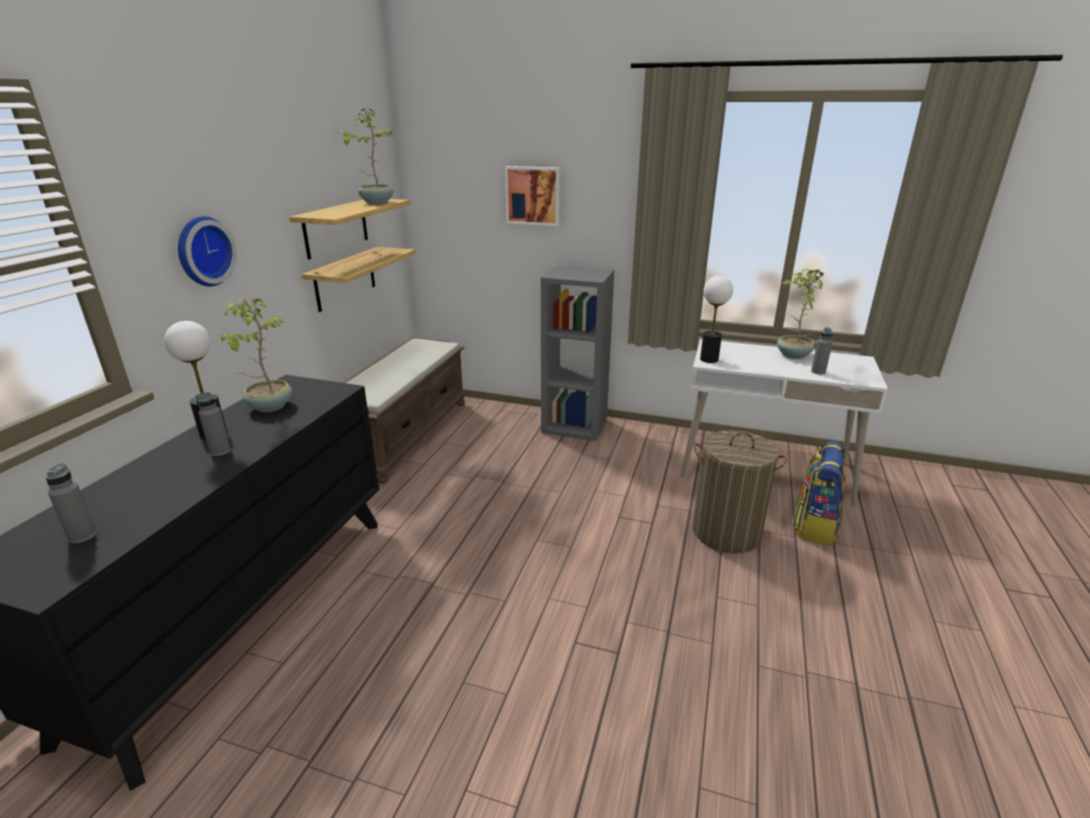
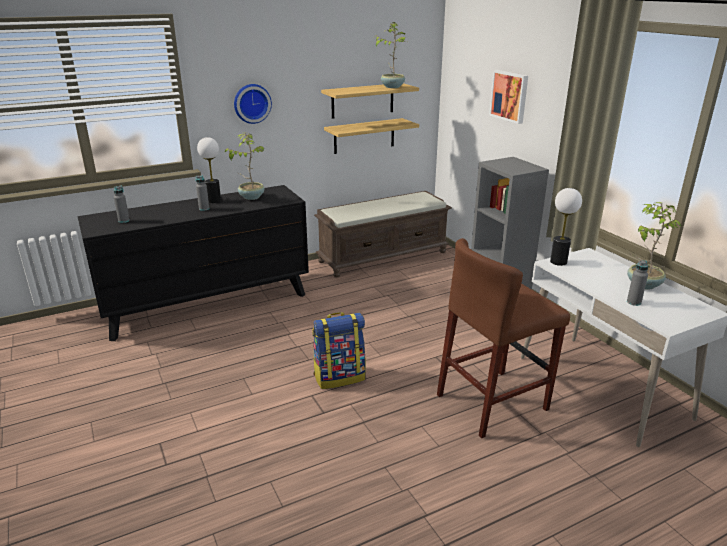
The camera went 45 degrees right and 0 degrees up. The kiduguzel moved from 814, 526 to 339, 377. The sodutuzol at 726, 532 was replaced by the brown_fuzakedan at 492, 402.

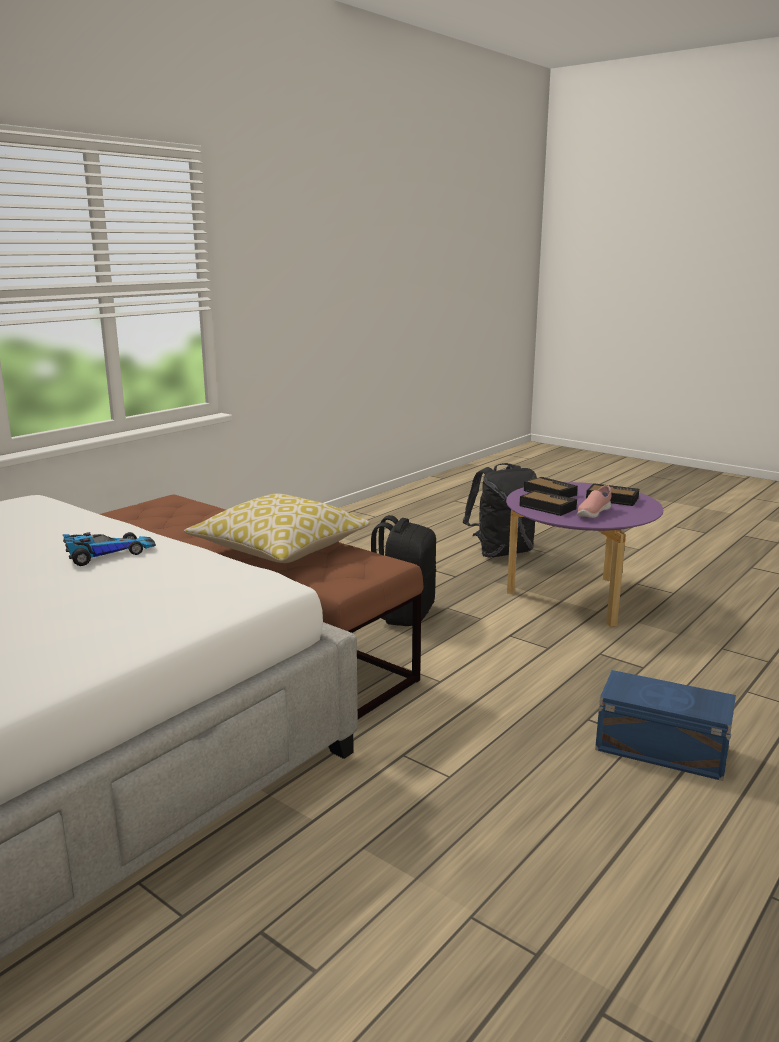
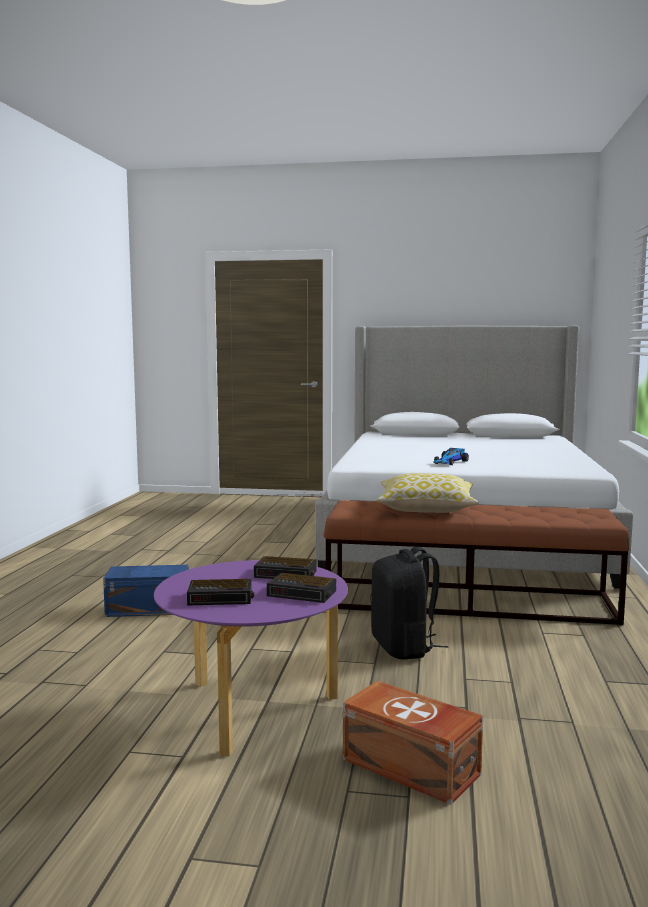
The camera went 150 degrees right and 10 degrees down. The black_kiduguzel at 501, 552 was replaced by the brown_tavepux at 411, 768. The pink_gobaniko at 593, 513 disappeared.

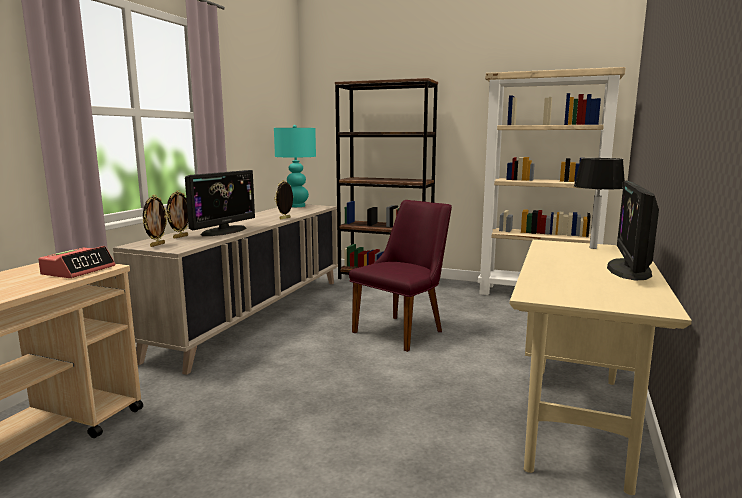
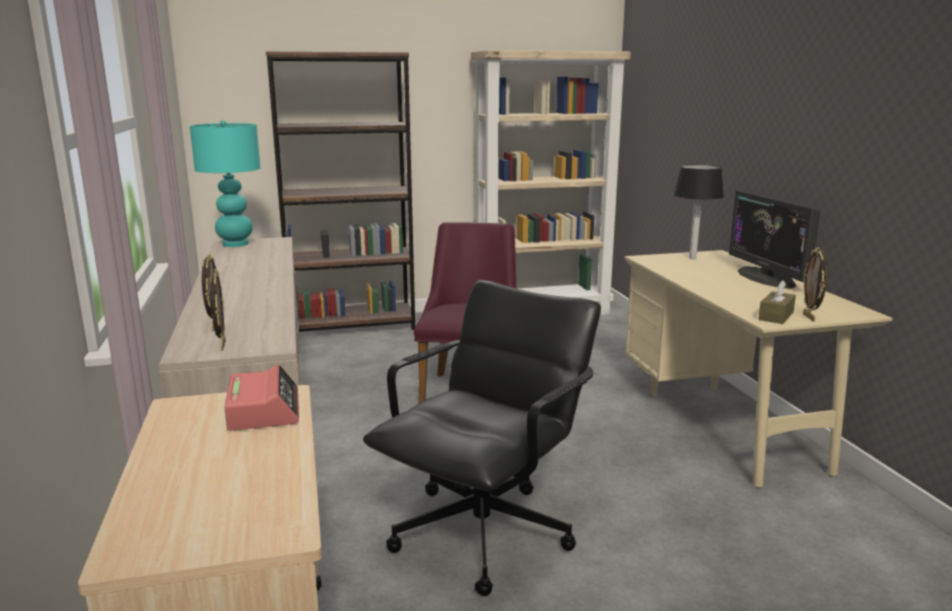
The camera went 35 degrees left and 5 degrees up. The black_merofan at 484, 533 appeared. The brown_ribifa at 776, 316 appeared. The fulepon moved from 285, 218 to 810, 317. The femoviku at 224, 231 disappeared.

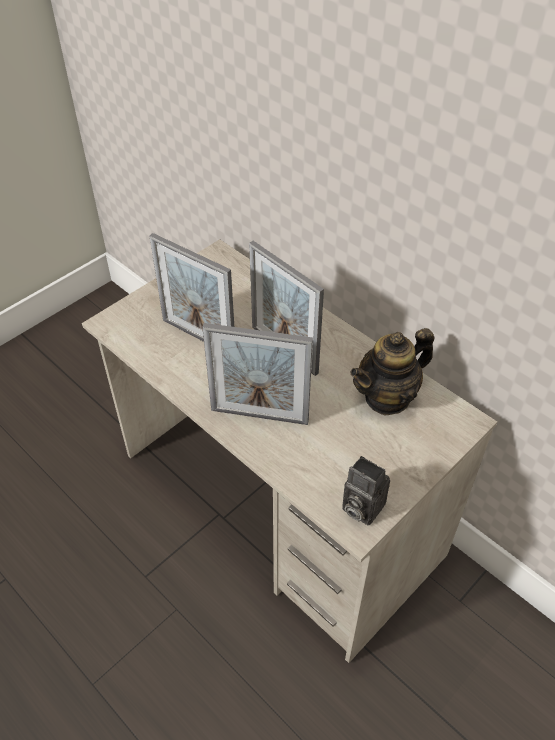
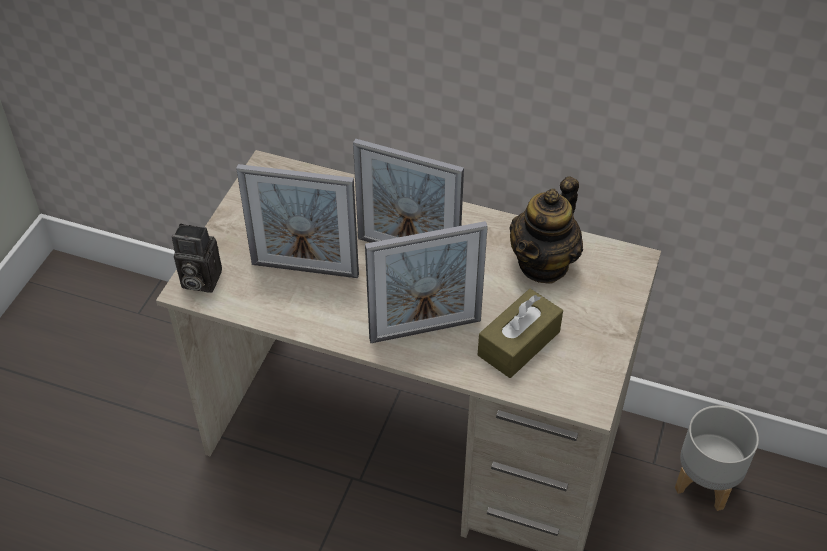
The camera went 25 degrees left and 0 degrees up. The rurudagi moved from 360, 507 to 198, 280. The brown_ribifa at 519, 343 appeared. The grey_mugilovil at 706, 483 appeared.

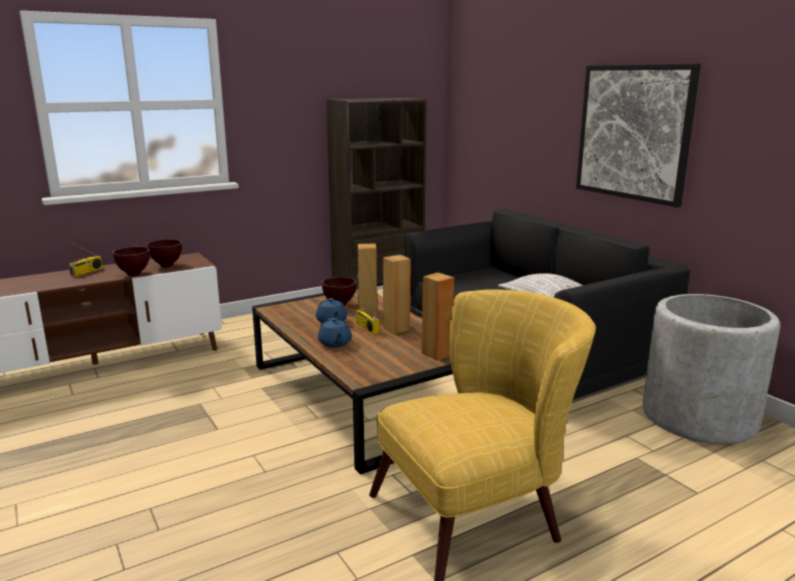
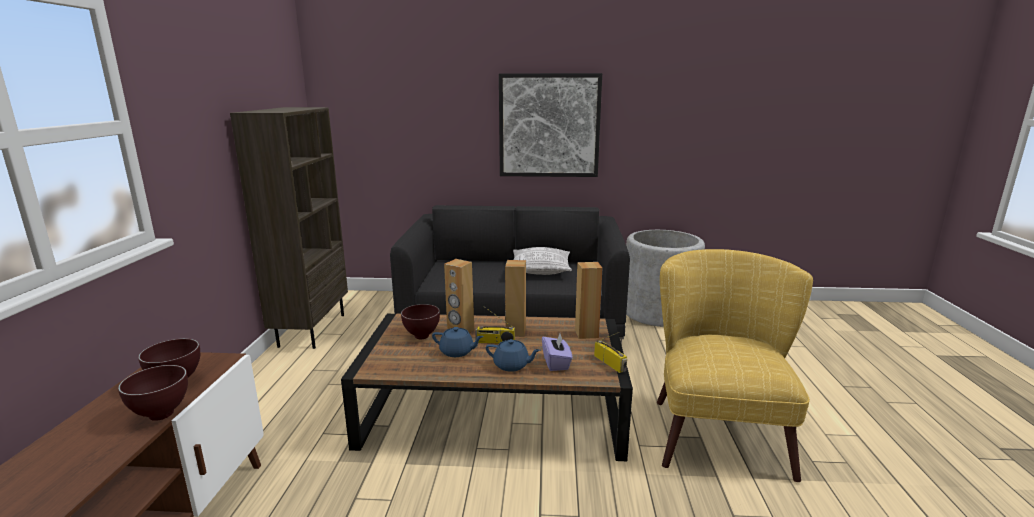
The camera went 55 degrees left and 0 degrees up. The purple_ribifa at 556, 363 appeared. The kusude moved from 87, 272 to 610, 363.

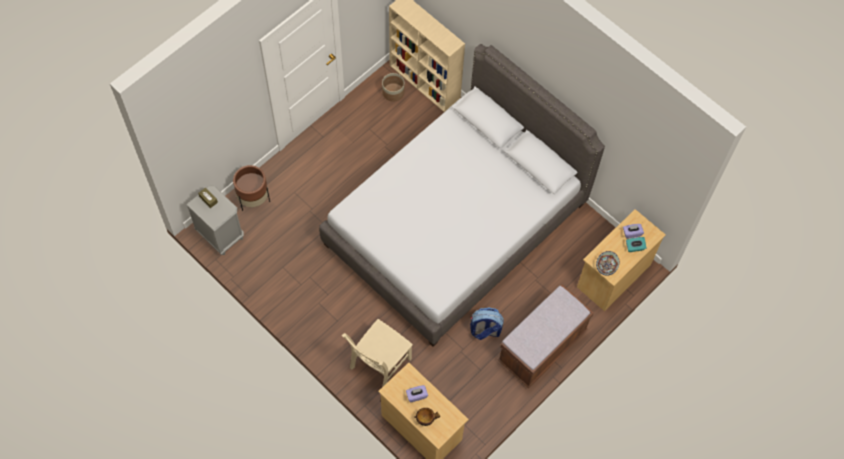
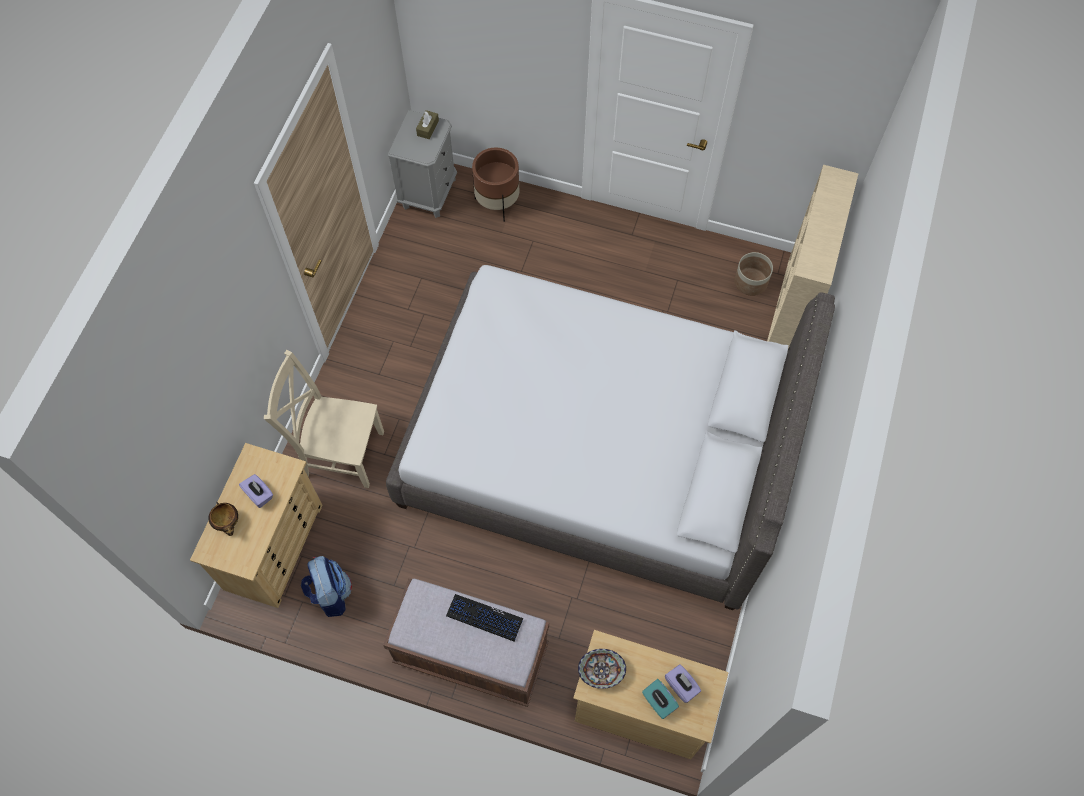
The camera went 65 degrees right and 0 degrees up. The kiduguzel moved from 485, 330 to 330, 593. The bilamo at 484, 618 appeared.

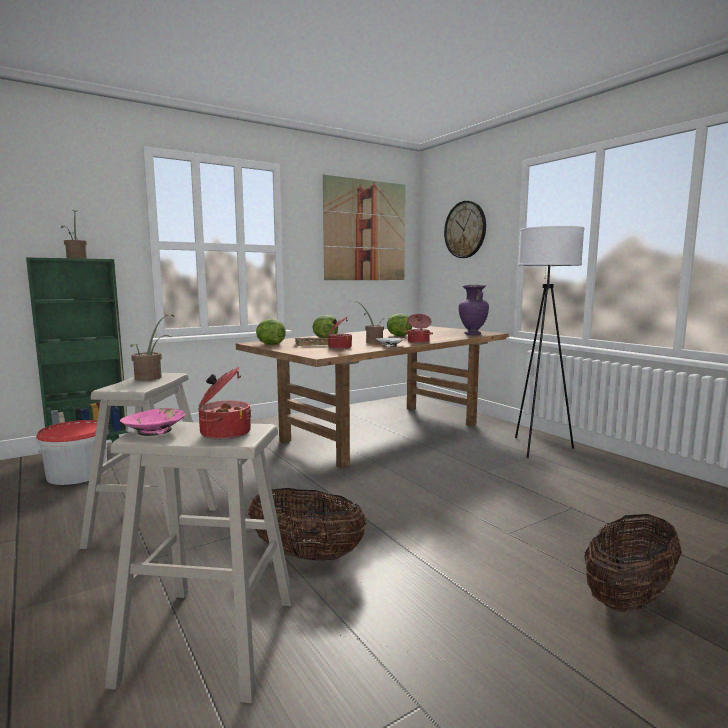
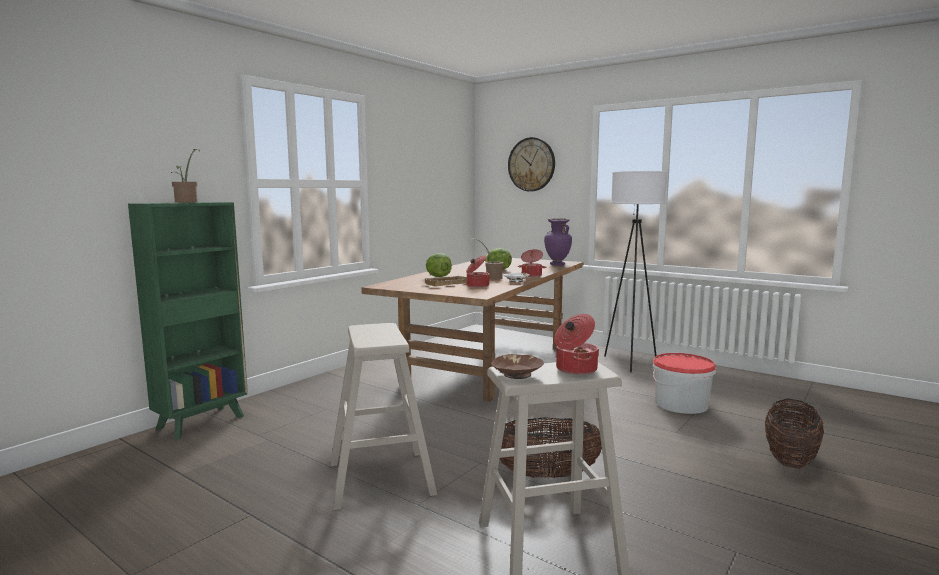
The camera went 20 degrees left and 0 degrees up. The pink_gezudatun at 155, 430 became the brown_gezudatun at 517, 374. The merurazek moved from 77, 474 to 681, 404. The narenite at 152, 377 disappeared. The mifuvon at 270, 344 disappeared. The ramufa at 365, 230 disappeared.

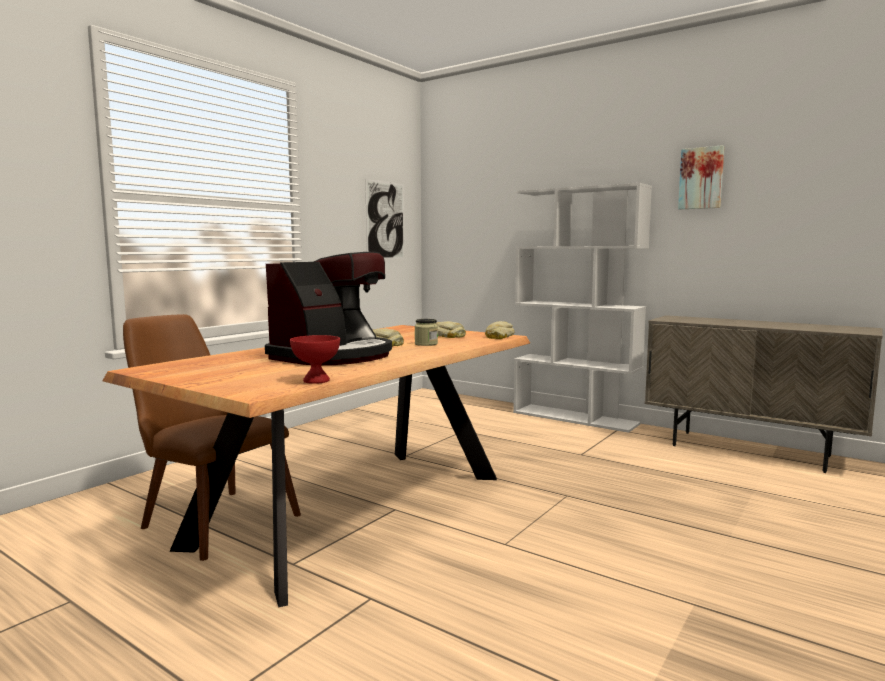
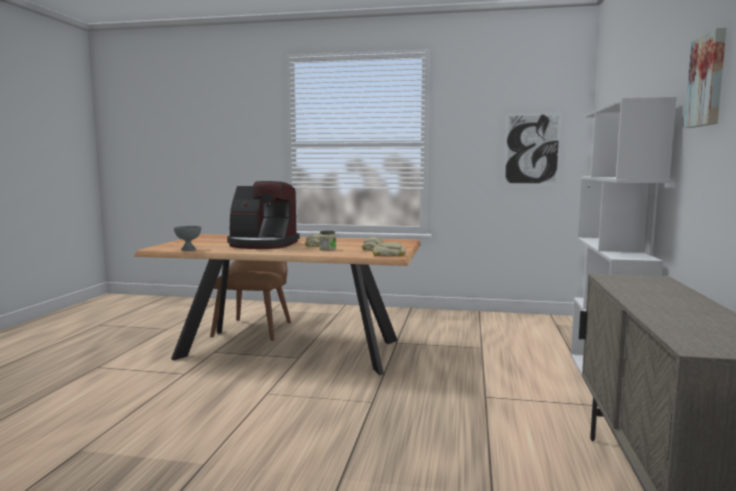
The camera went 65 degrees right and 0 degrees up. The red_gezudatun at 317, 380 became the grey_gezudatun at 188, 249.

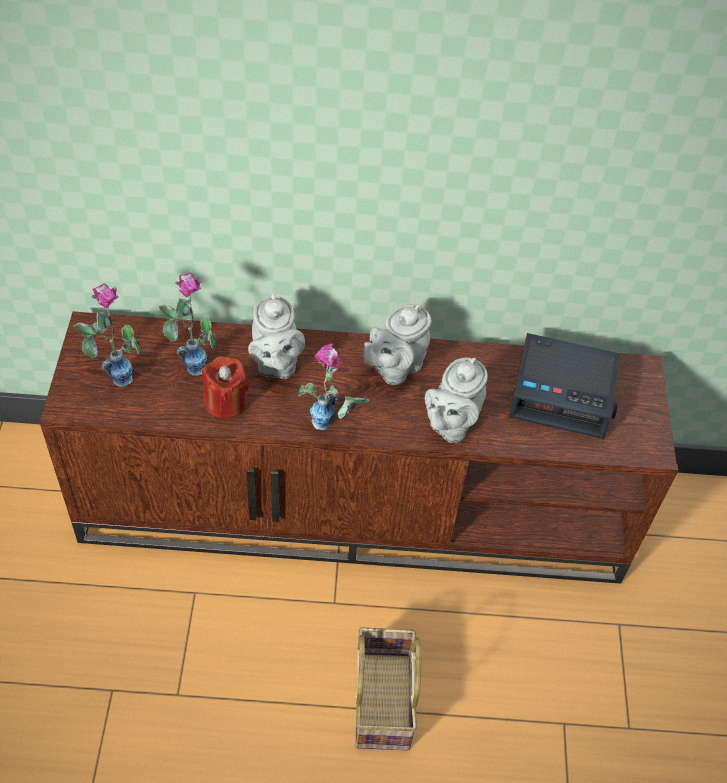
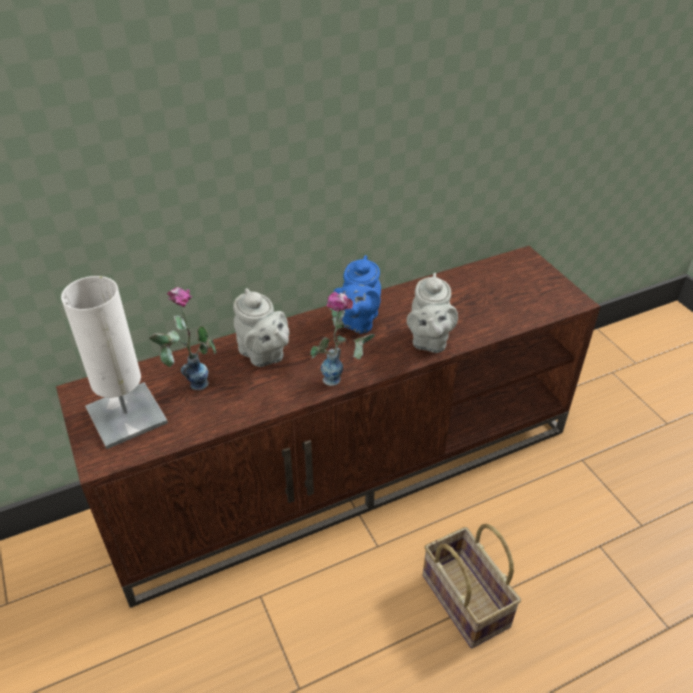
The camera went 25 degrees left and 10 degrees down. The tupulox at 114, 372 was replaced by the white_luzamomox at 126, 416. The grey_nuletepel at 394, 368 became the blue_nuletepel at 357, 321. The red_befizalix at 226, 403 disappeared. The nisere at 563, 393 disappeared.

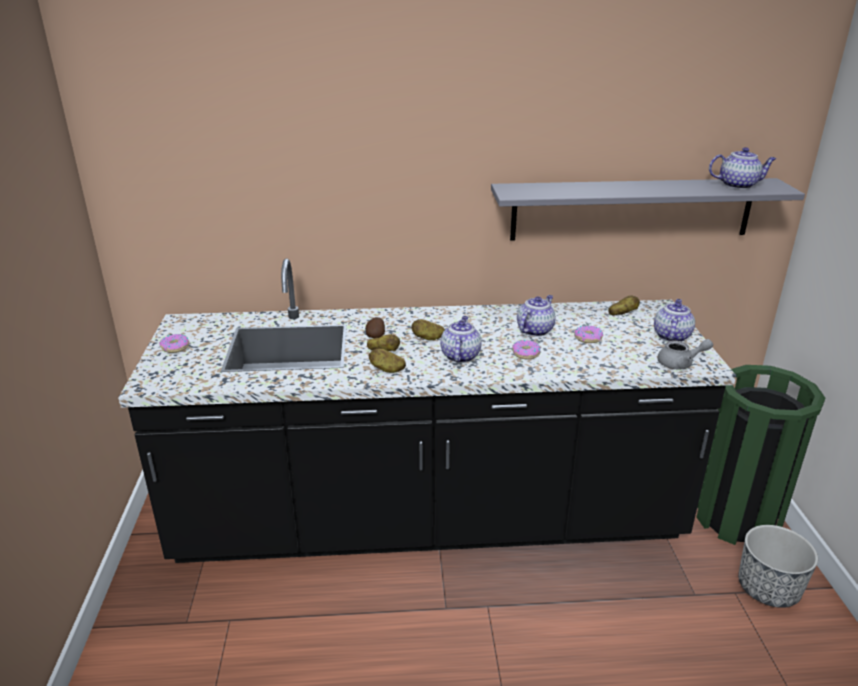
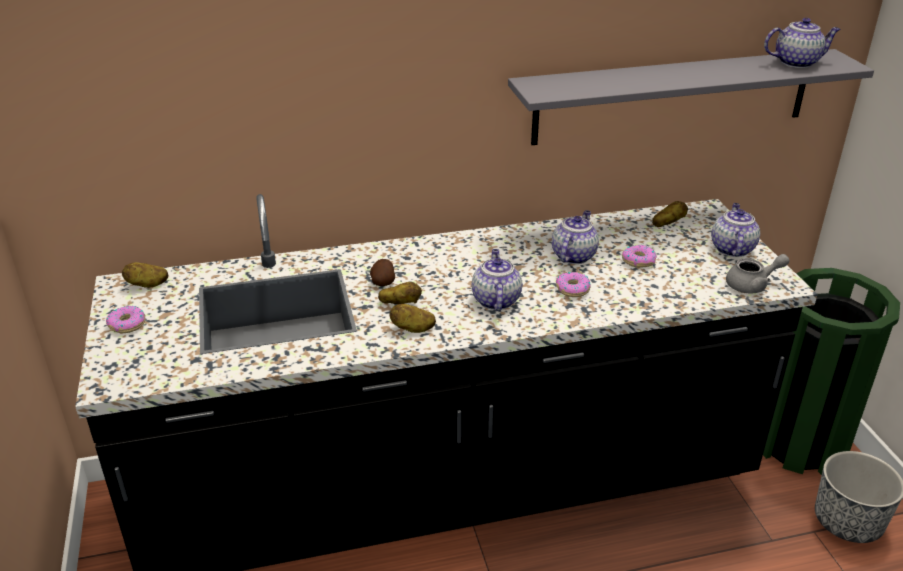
The camera went 10 degrees left and 5 degrees up. The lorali moved from 428, 338 to 147, 284.

